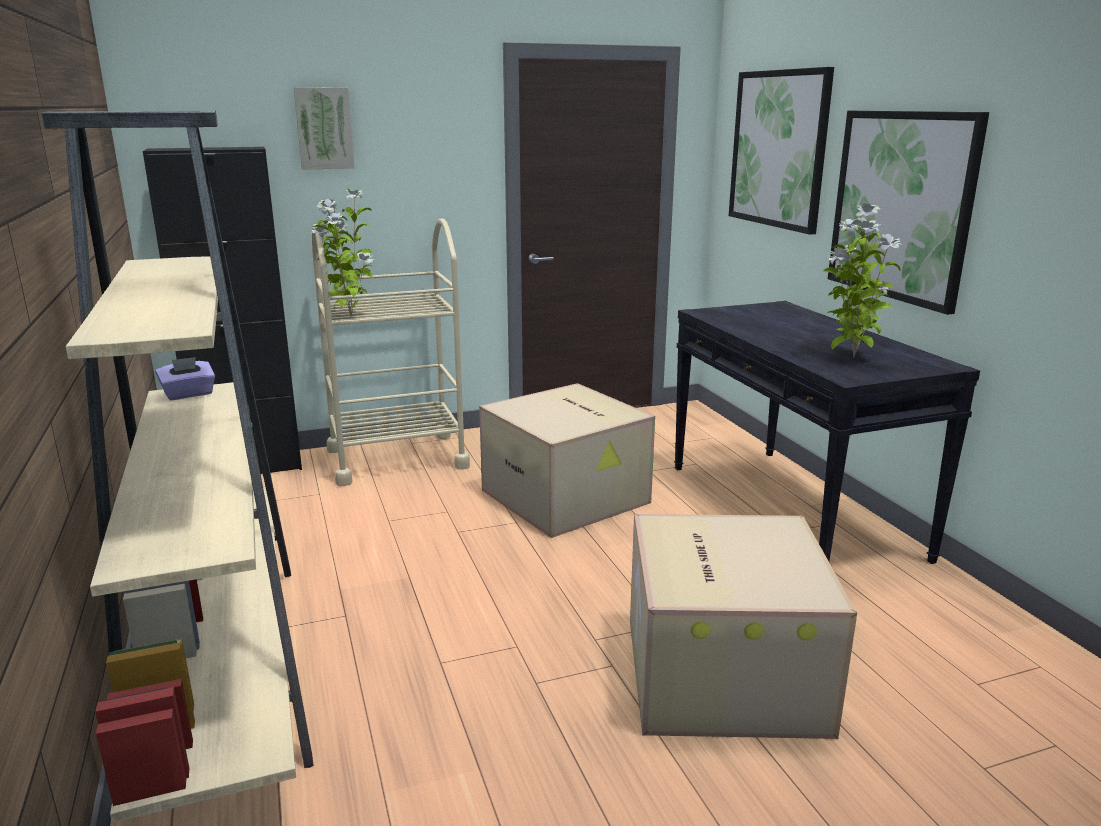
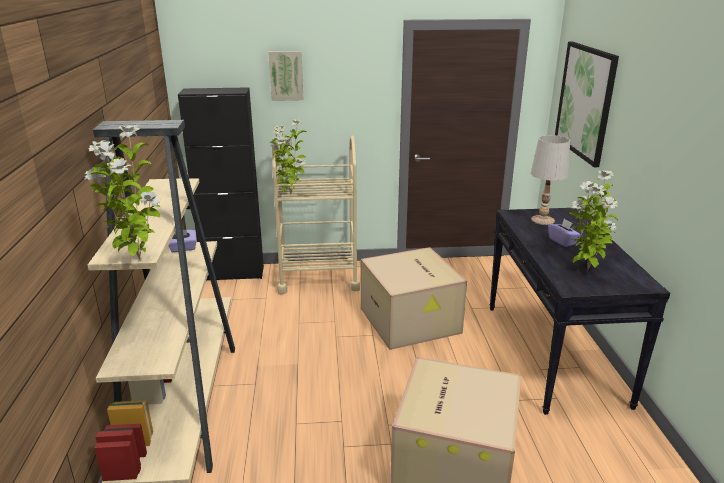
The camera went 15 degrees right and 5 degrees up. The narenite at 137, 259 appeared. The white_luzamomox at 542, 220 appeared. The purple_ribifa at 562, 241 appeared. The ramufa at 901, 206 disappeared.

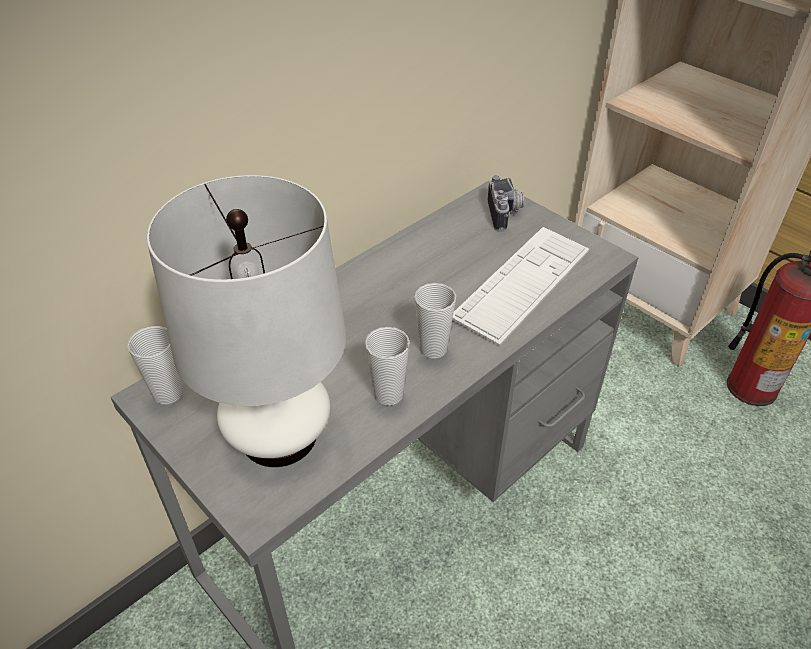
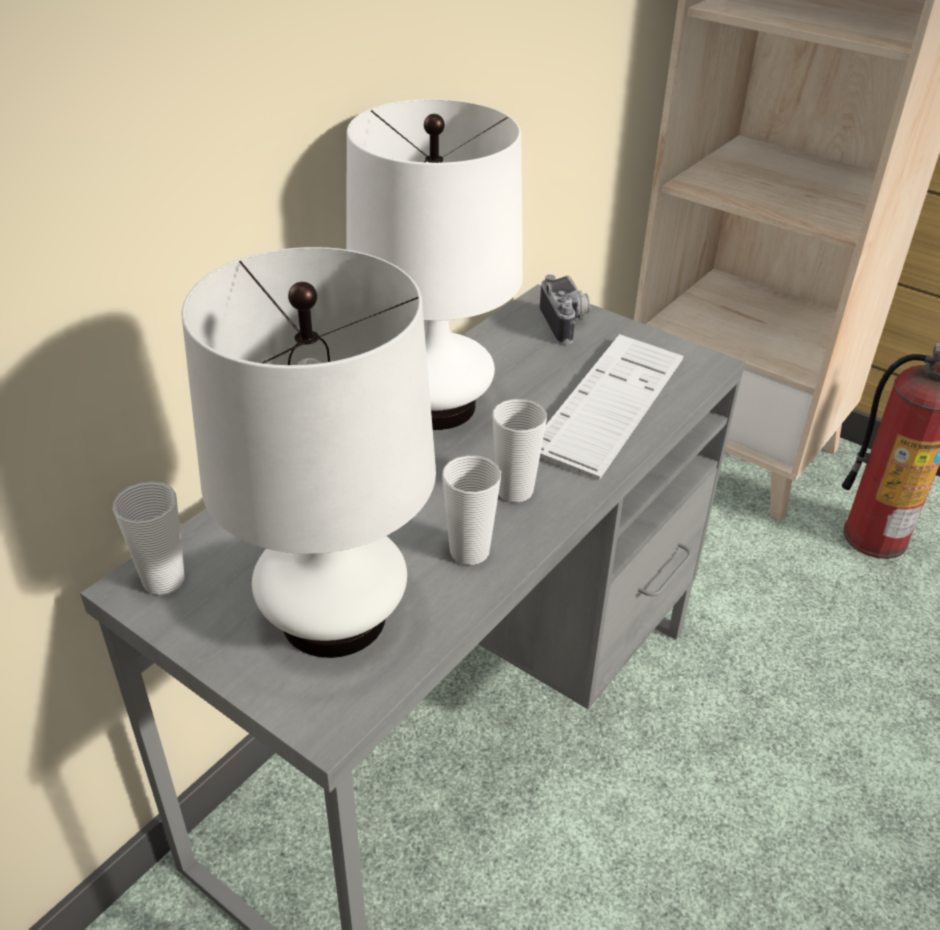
The camera went 10 degrees left and 5 degrees down. The white_luzamomox at 435, 406 appeared.

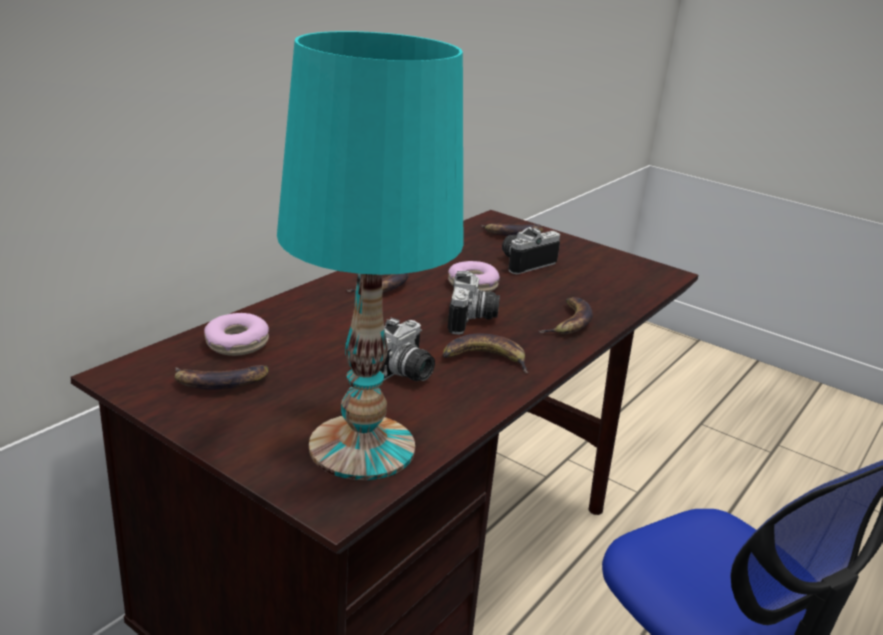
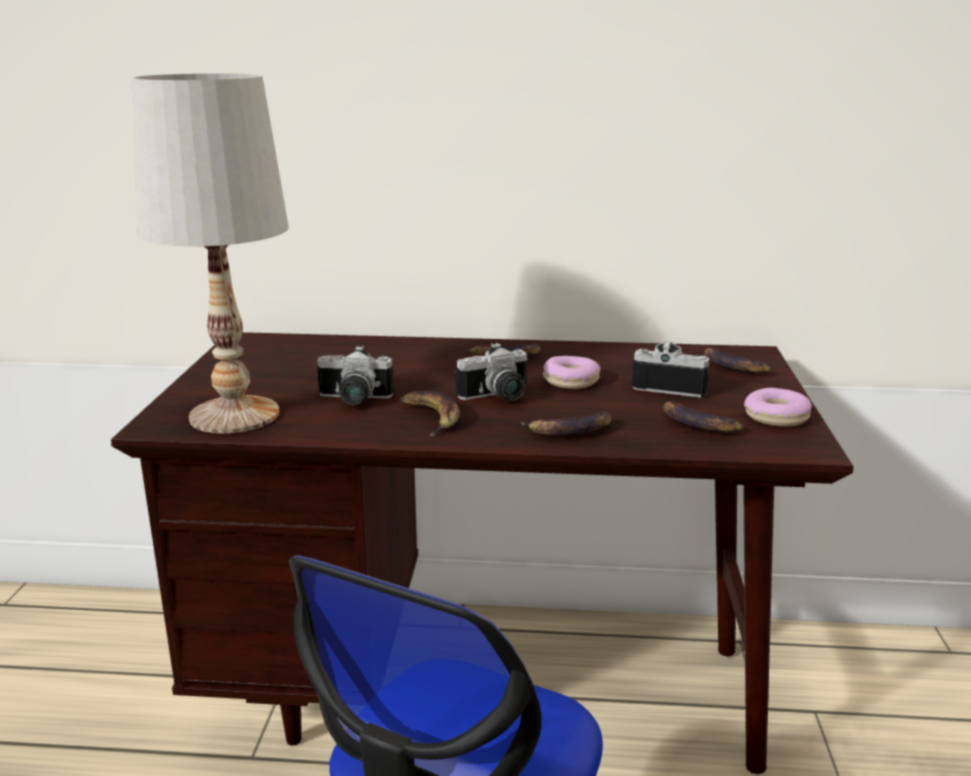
The camera went 60 degrees right and 5 degrees down. The turquoise_luzamomox at 362, 448 became the white_luzamomox at 233, 415. The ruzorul moved from 220, 382 to 698, 424. The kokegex moved from 237, 344 to 776, 417.

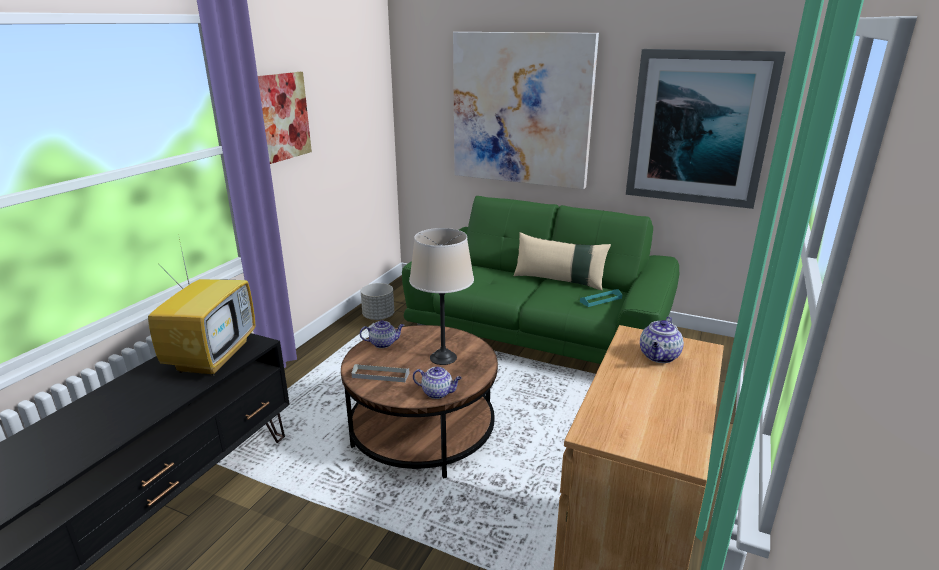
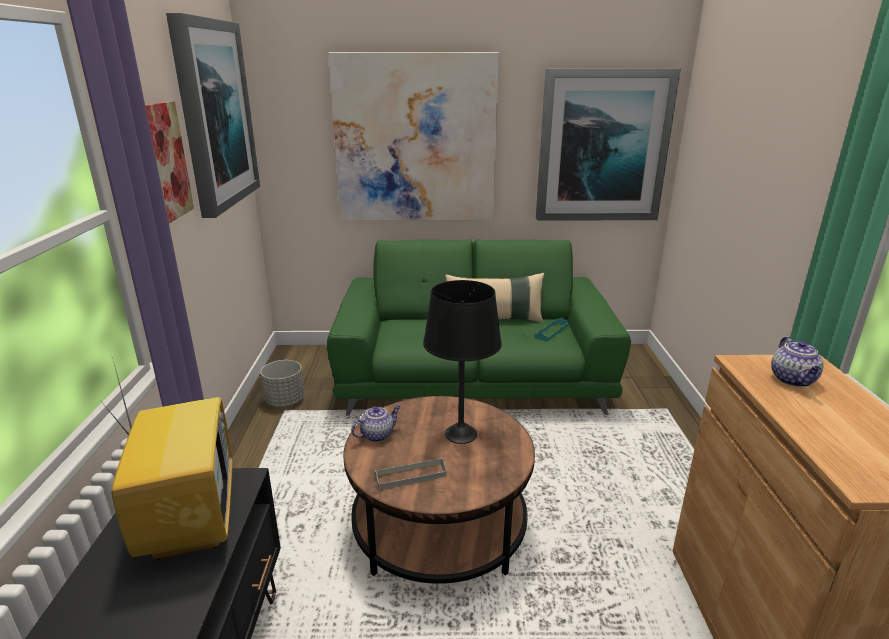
The camera went 25 degrees left and 0 degrees up. The ramufa at 215, 115 appeared. The beige_luzamomox at 443, 357 became the black_luzamomox at 461, 434. The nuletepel at 438, 393 disappeared.

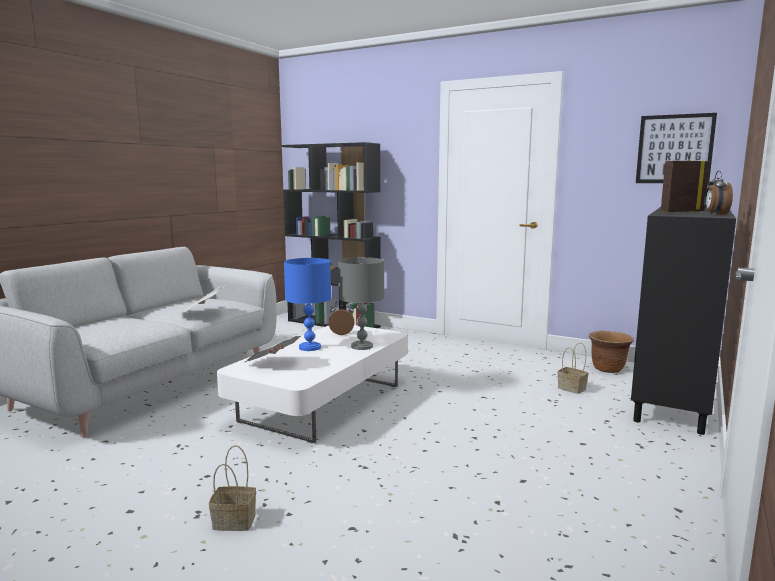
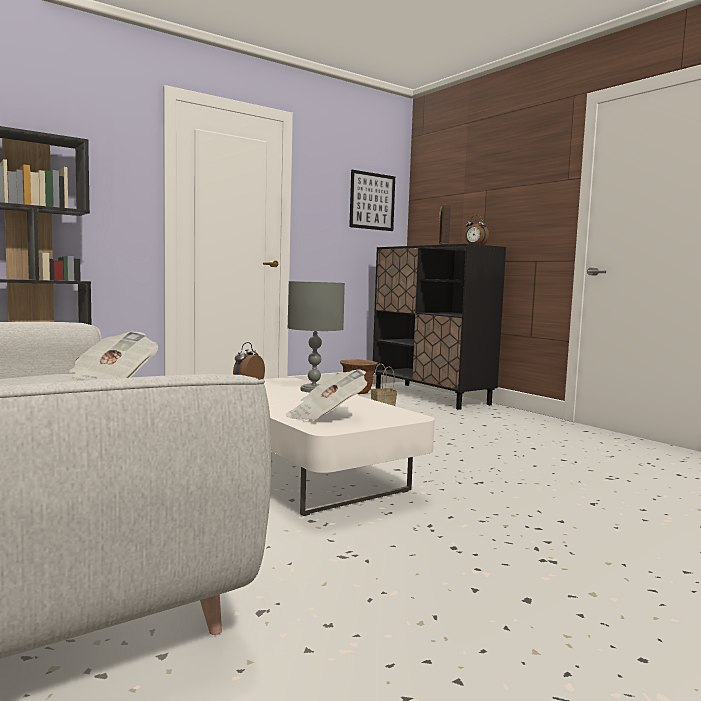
The camera went 65 degrees left and 5 degrees down. The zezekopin at 232, 522 disappeared. The blue_luzamomox at 309, 347 disappeared.

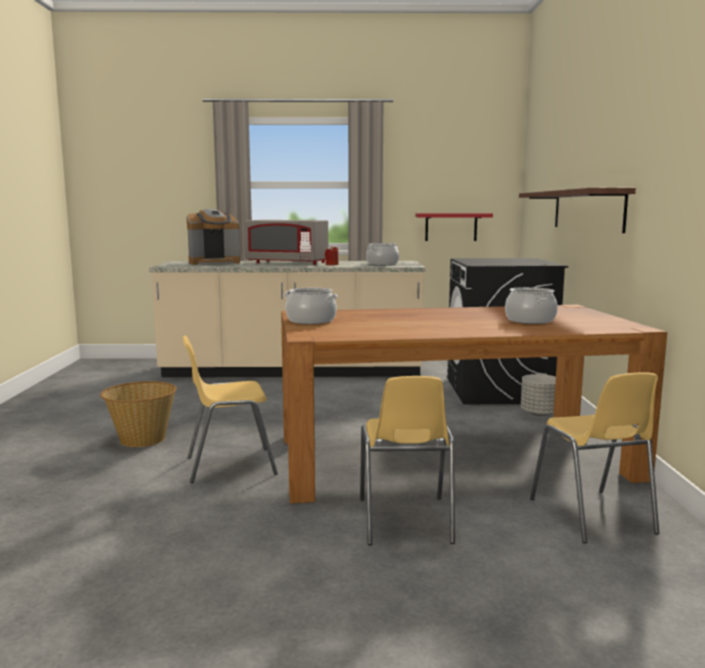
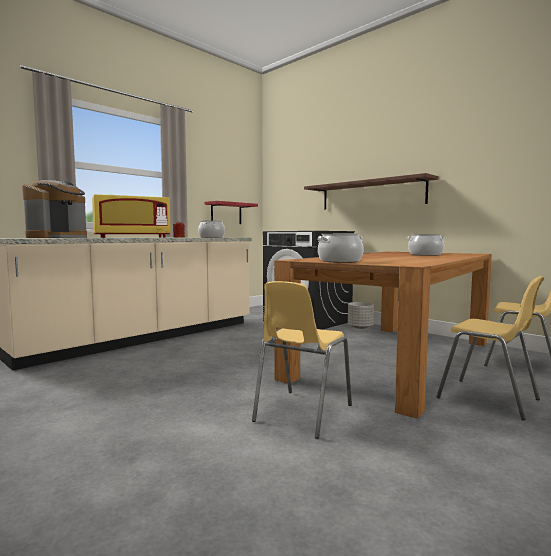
The camera went 45 degrees left and 5 degrees down. The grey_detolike at 287, 263 became the yellow_detolike at 132, 237. The zezekopin at 142, 439 disappeared.

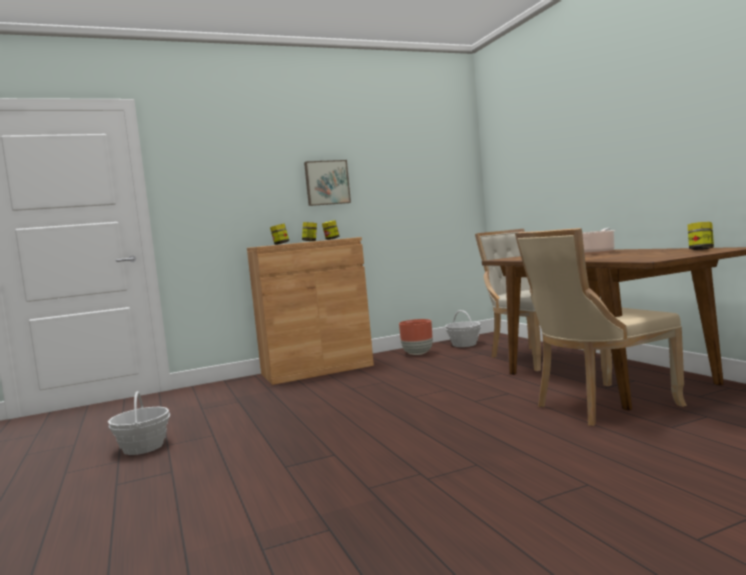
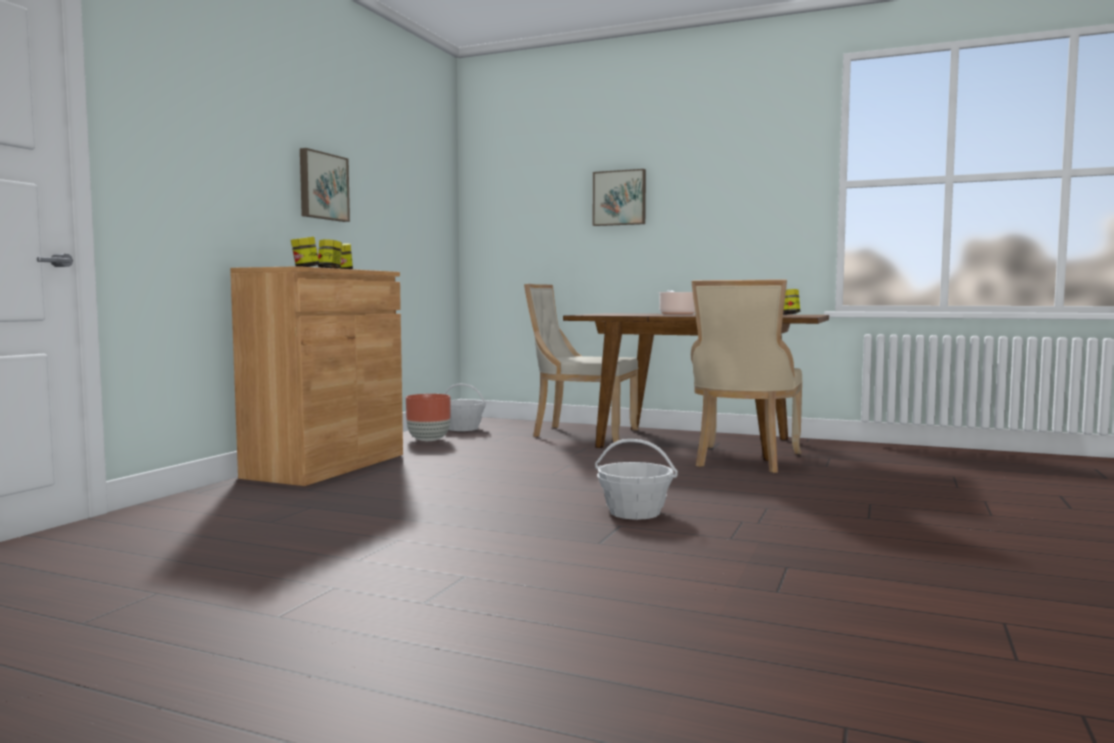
The camera went 45 degrees left and 0 degrees up. The ramufa at 619, 198 appeared. The zezekopin moved from 143, 447 to 634, 512.

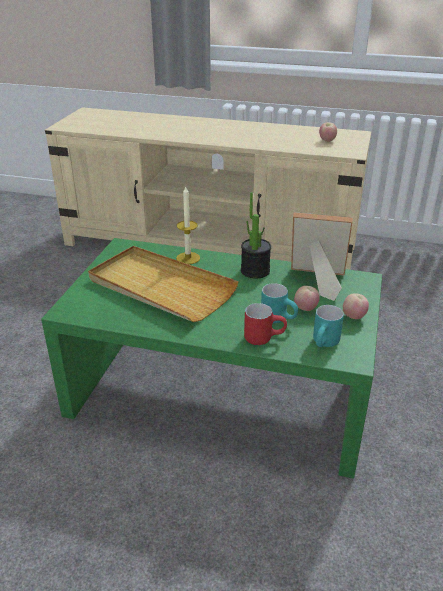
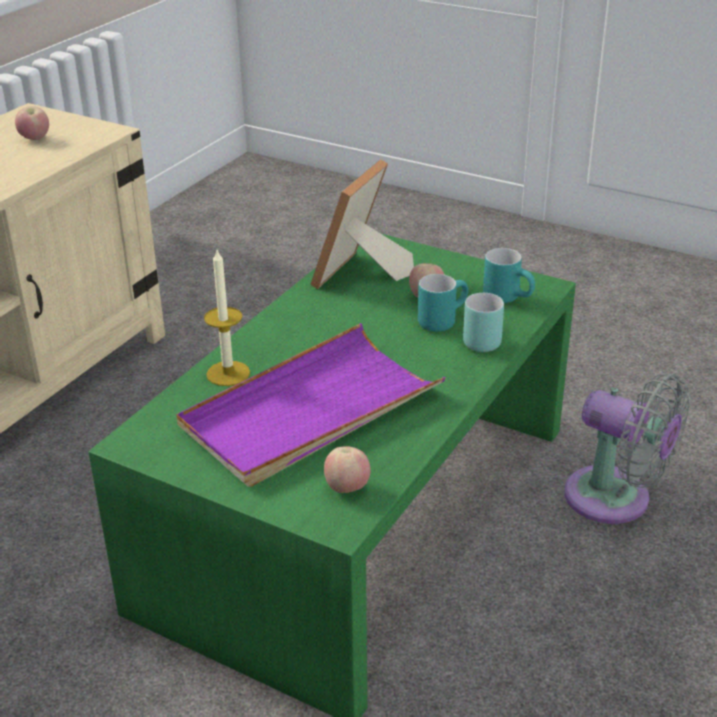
The camera went 75 degrees left and 0 degrees up. The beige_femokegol at 160, 287 became the purple_femokegol at 310, 411. The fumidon moved from 353, 317 to 347, 488. The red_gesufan at 264, 337 became the turquoise_gesufan at 481, 338. The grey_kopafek at 615, 500 appeared. The narenite at 255, 271 disappeared.

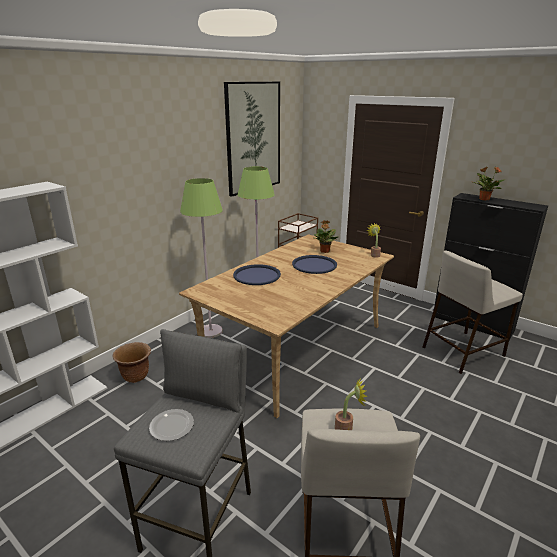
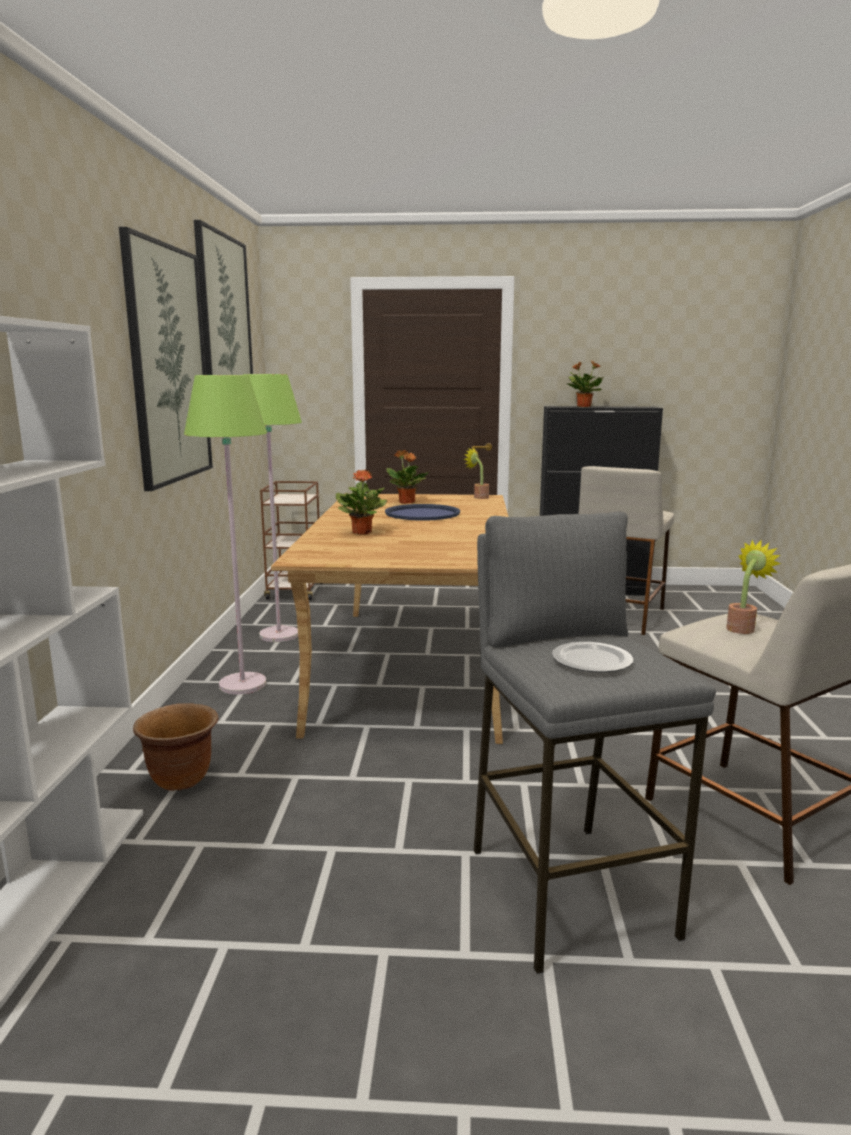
The camera went 35 degrees left and 10 degrees down. The ramufa at 168, 365 appeared. The blue_femokegol at 257, 275 was replaced by the narenite at 362, 532.

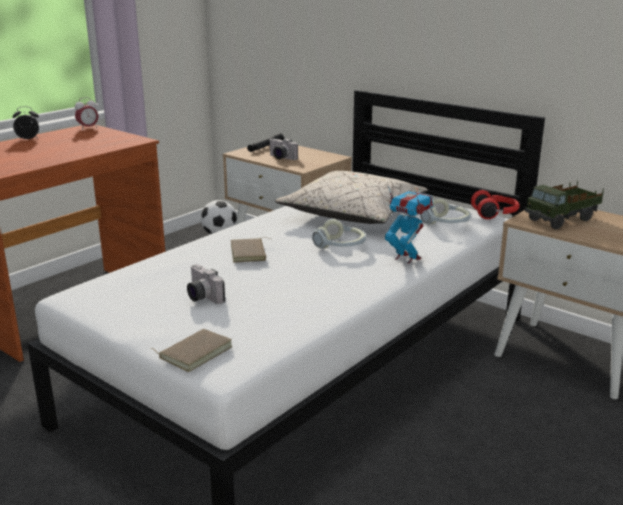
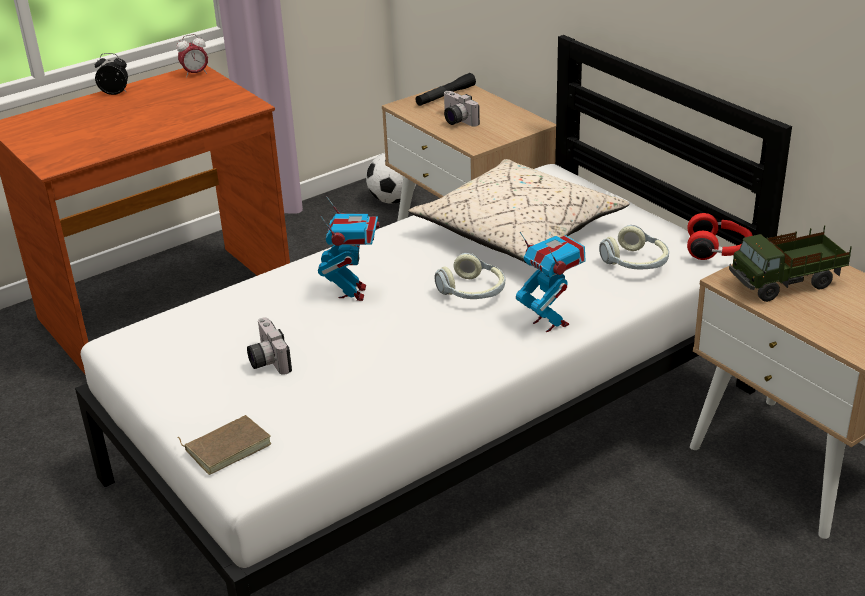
The camera went 15 degrees right and 10 degrees up. The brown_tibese at 250, 253 was replaced by the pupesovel at 353, 292.

